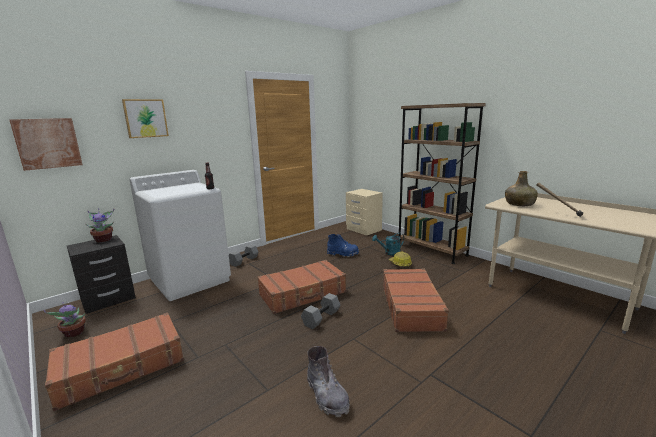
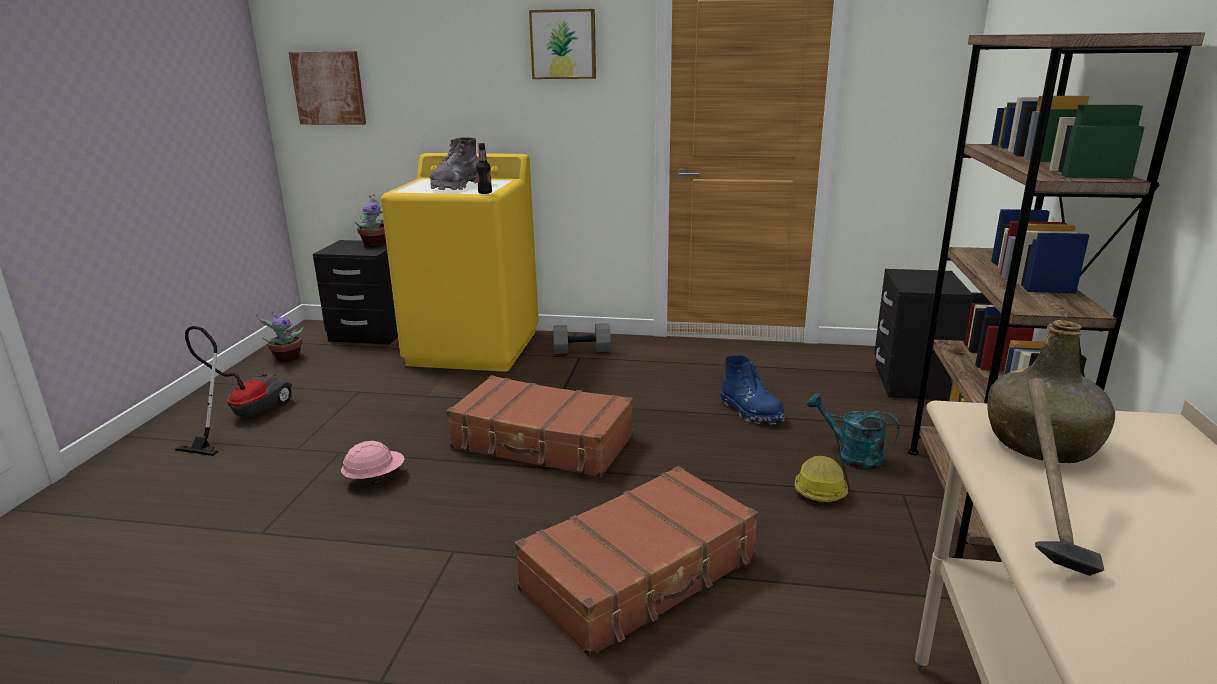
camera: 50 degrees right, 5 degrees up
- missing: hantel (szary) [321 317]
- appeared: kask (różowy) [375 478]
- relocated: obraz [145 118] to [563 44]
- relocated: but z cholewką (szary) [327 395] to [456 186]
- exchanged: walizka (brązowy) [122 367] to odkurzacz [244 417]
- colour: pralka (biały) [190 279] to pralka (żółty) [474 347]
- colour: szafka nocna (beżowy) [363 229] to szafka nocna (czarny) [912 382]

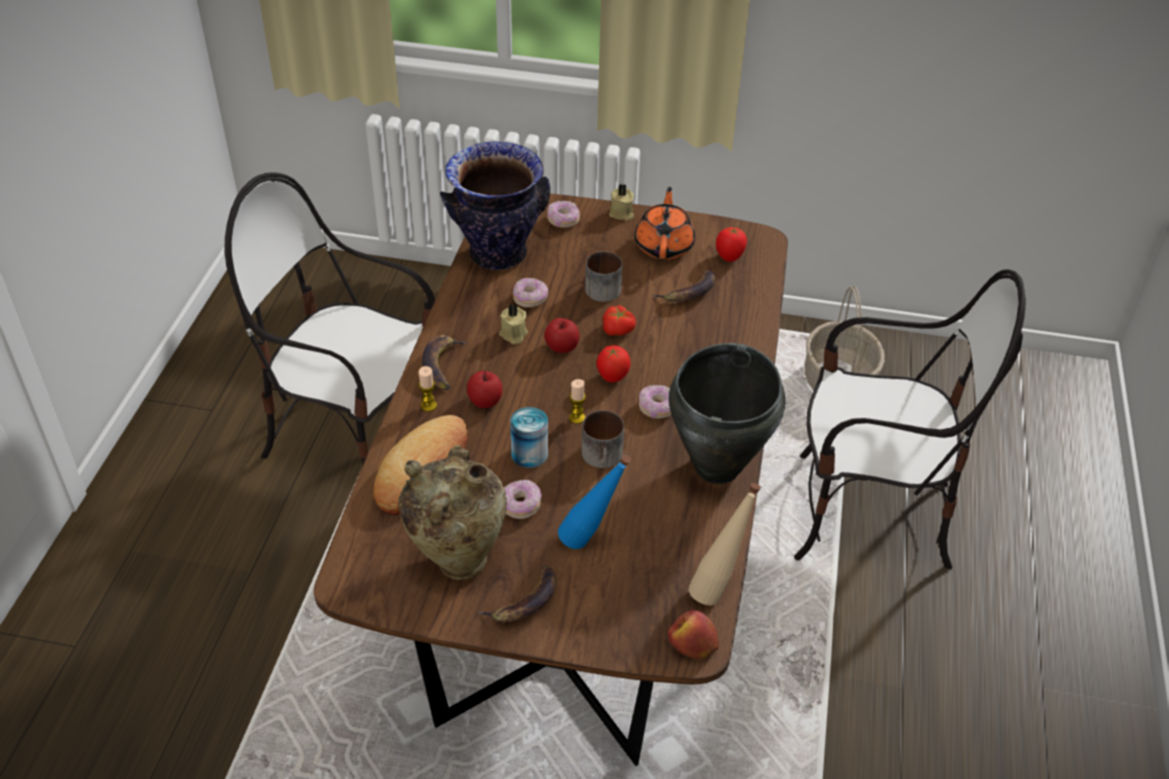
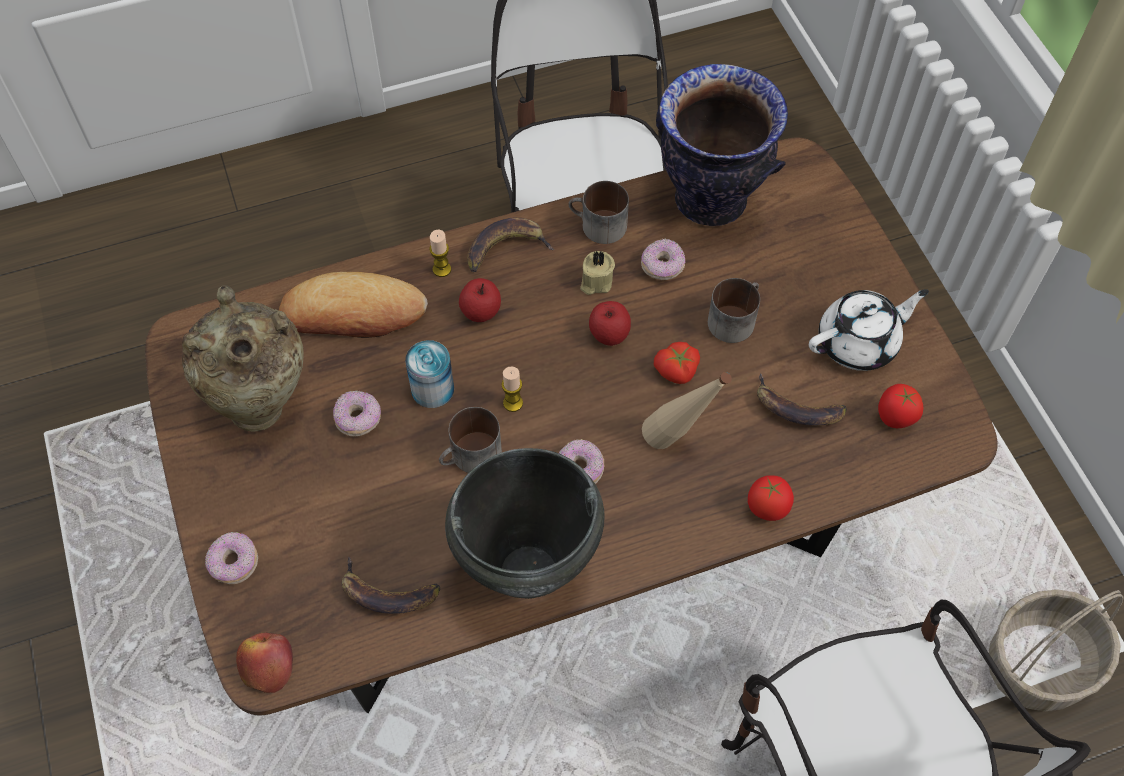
camera: 60 degrees right, 15 degrees up
- missing: butelka (niebieski) [591 541]
- missing: świeca (beżowy) [621 214]
- appeared: kubek [597 226]
- relocated: banan [525 602] to [387 593]
- relocated: donut [563 220] to [234 563]
- relocated: pomidor [612 378] to [767 509]
- relocated: butelka (beżowy) [718 587] to [678 442]
- colour: imbryk (pomarańczowy) [664 245] to imbryk (biały) [859 343]

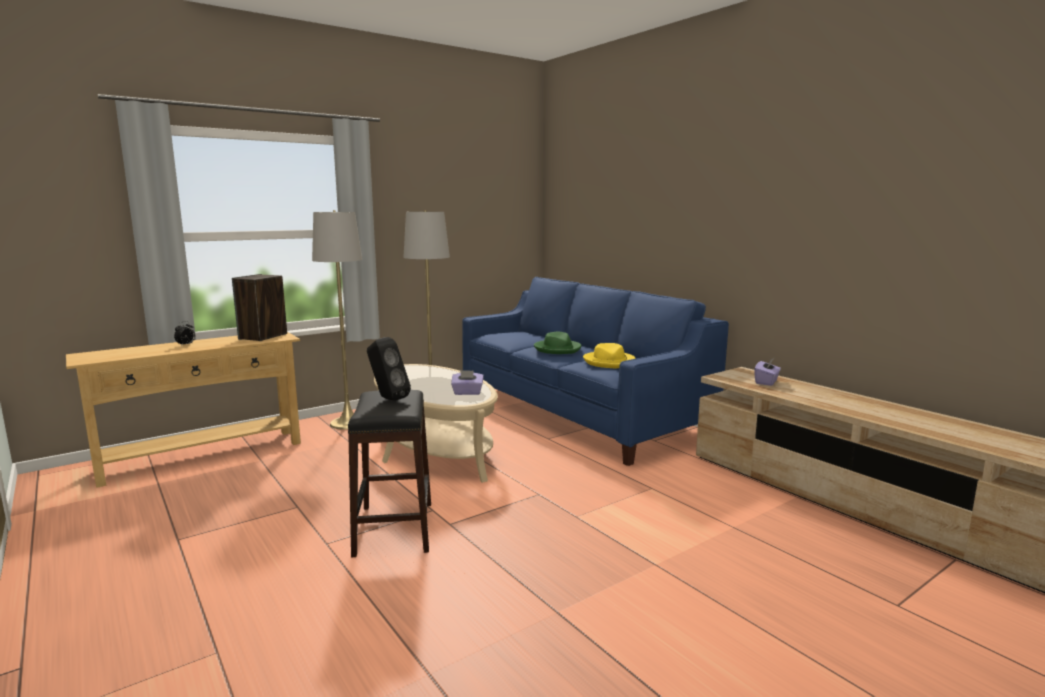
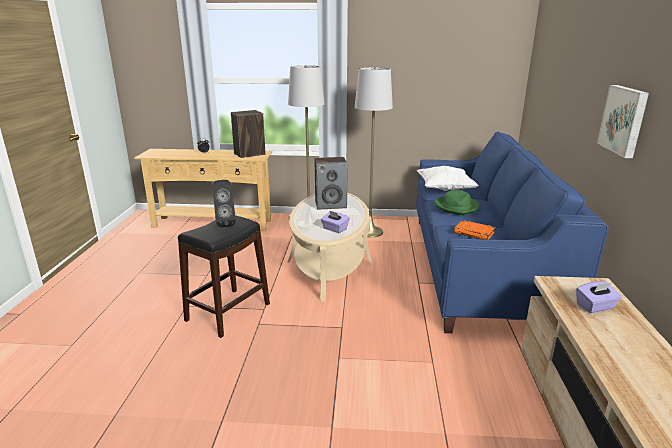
camera: 40 degrees right, 10 degrees up
- appeared: głośnik [331 205]
- appeared: poduszka (biały) [445 189]
- appeared: obraz [624 120]
- exchanged: kapelusz (żółty) [609 362] to książka (pomarańczowy) [474 233]

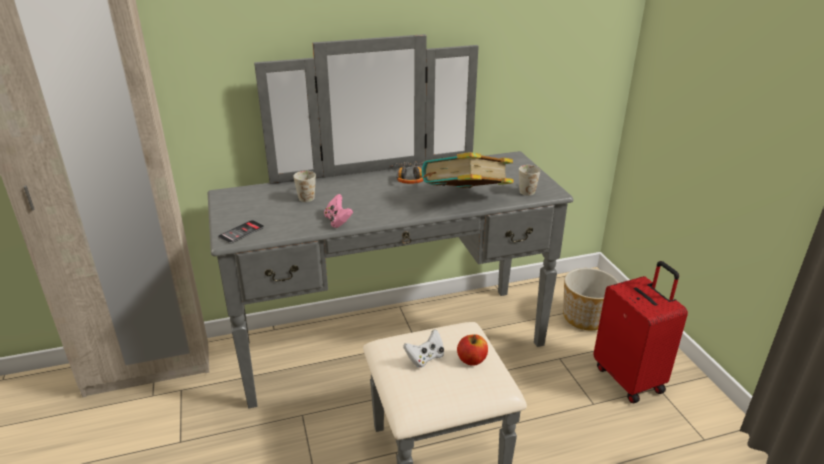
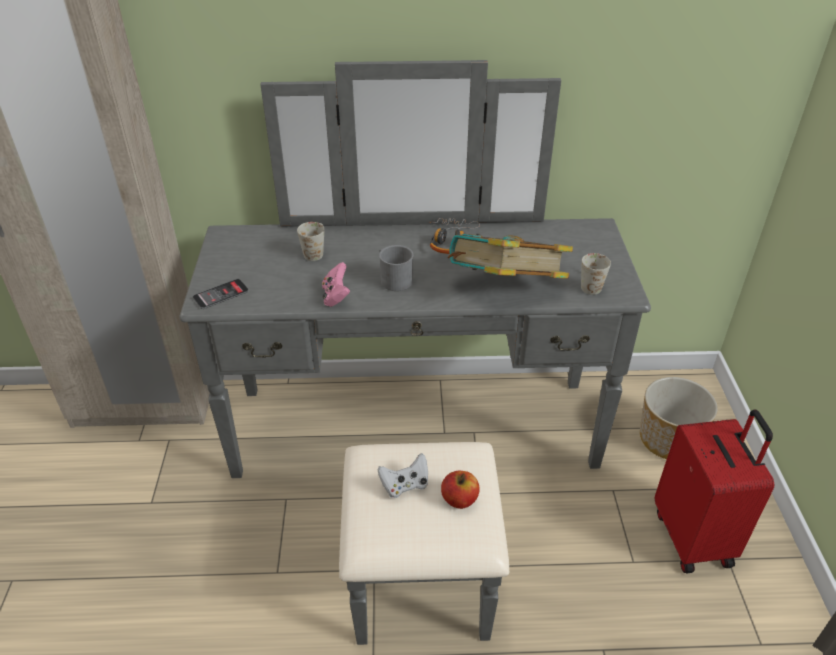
camera: 15 degrees right, 10 degrees up
- appeared: kubek (szary) [393 278]

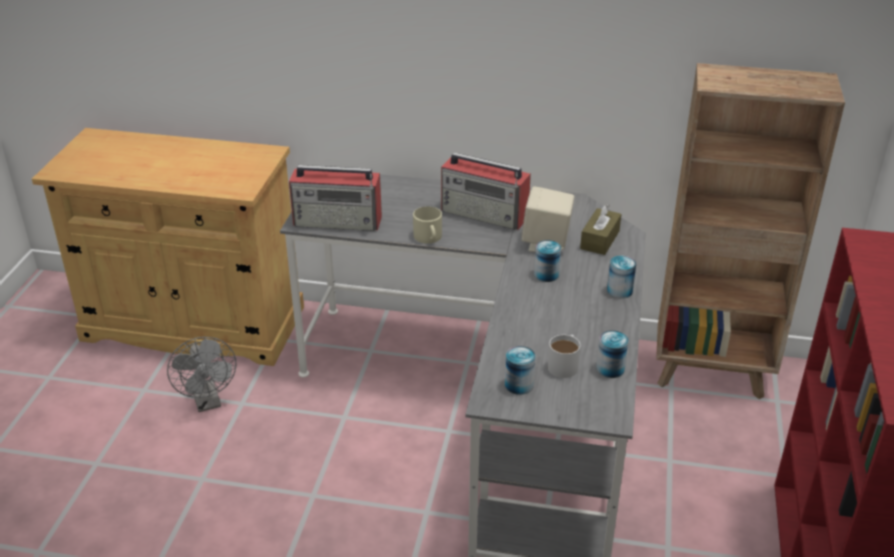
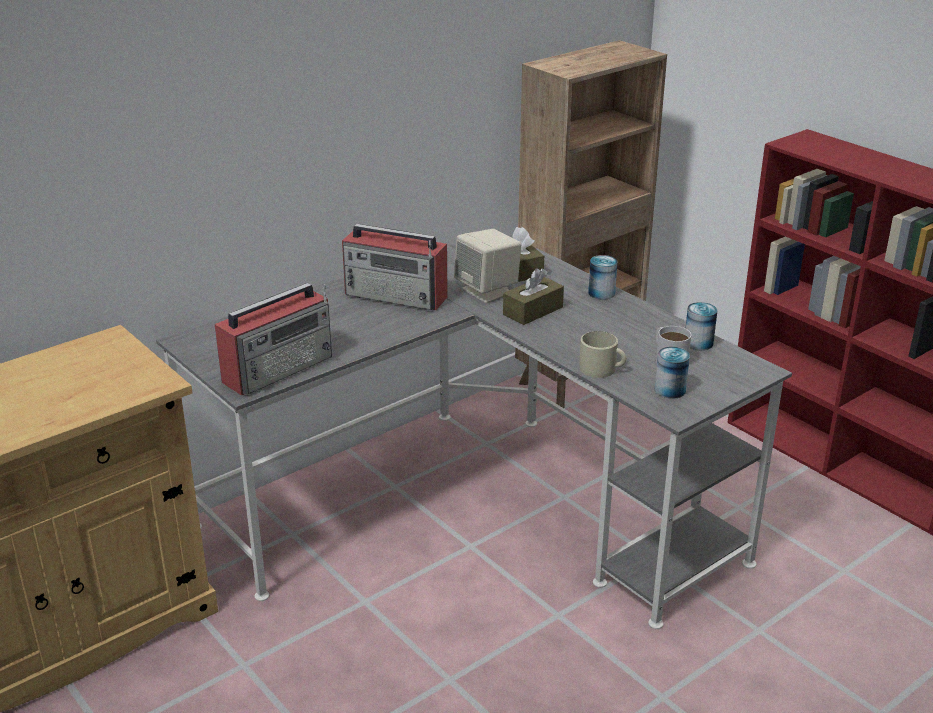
camera: 50 degrees left, 5 degrees down
- missing: wentylator (szary) [208 402]
- relocated: kubek (beżowy) [428 237] to [602 369]
- exchanged: puszka [546 274] to pudełko chusteczek (brązowy) [533 311]
- spun: radio [485 214] = [397 296] 45 degrees clockwise

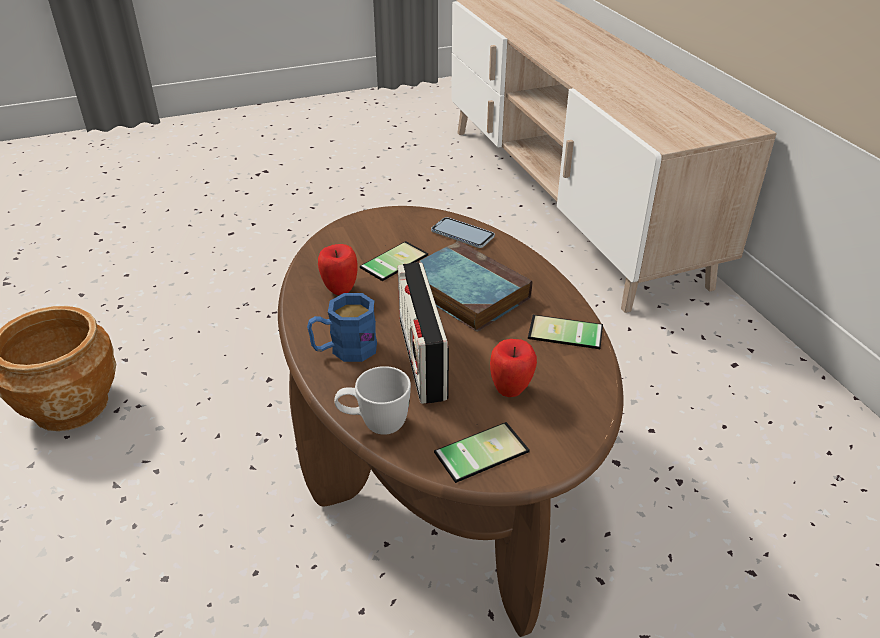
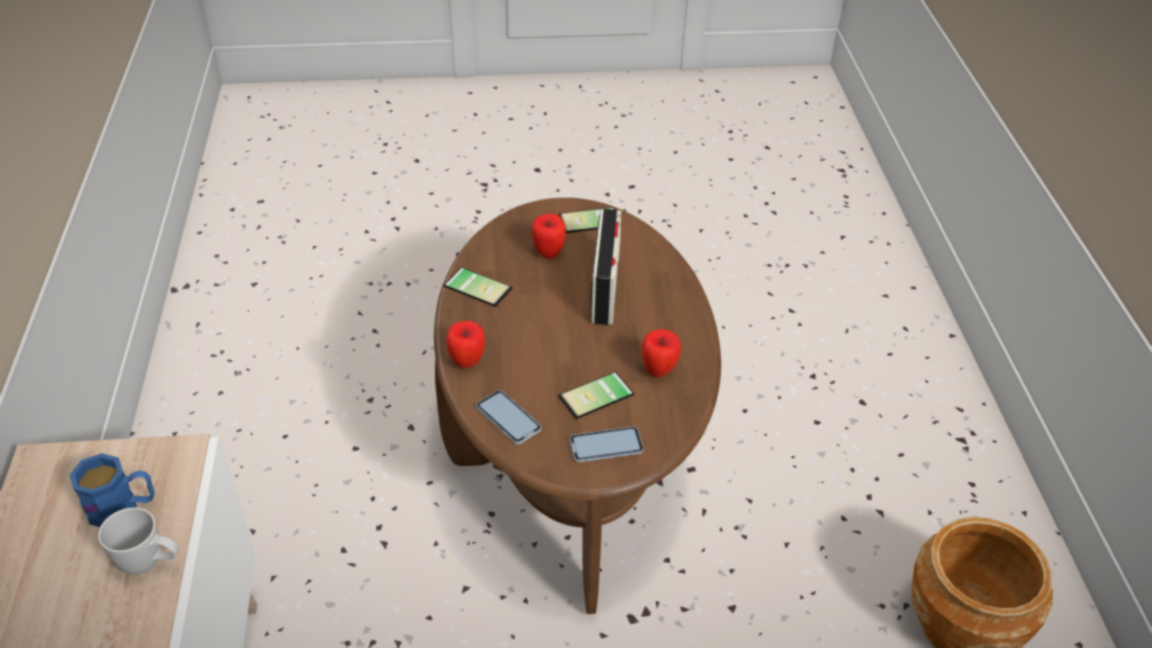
camera: 165 degrees left, 5 degrees up
- missing: książka [464 291]
- appeared: jabłko [467 363]
- appeared: telefon [606 446]
- relocated: kubek (niebieski) [344 350] to [123 507]
- relocated: kubek (biały) [374 424] to [150 563]

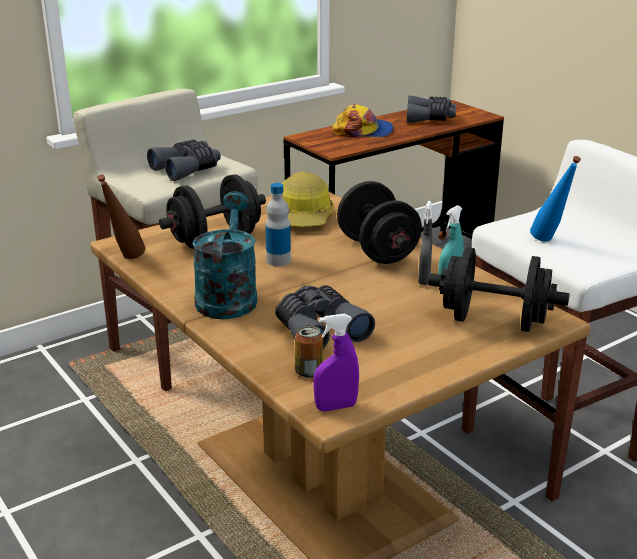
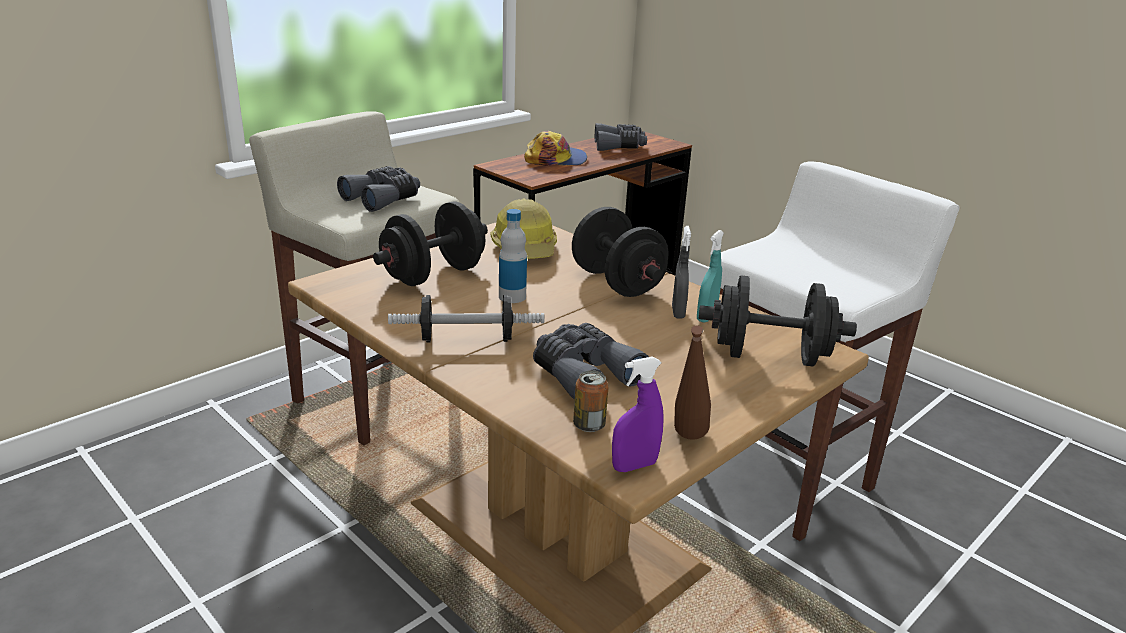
camera: 10 degrees left, 0 degrees up
- missing: butelka (niebieski) [550 242]
- relocated: butelka (brązowy) [125 260] to [687 441]
- exchanged: konewka (turkusowy) [227 296] to hantel [467 339]

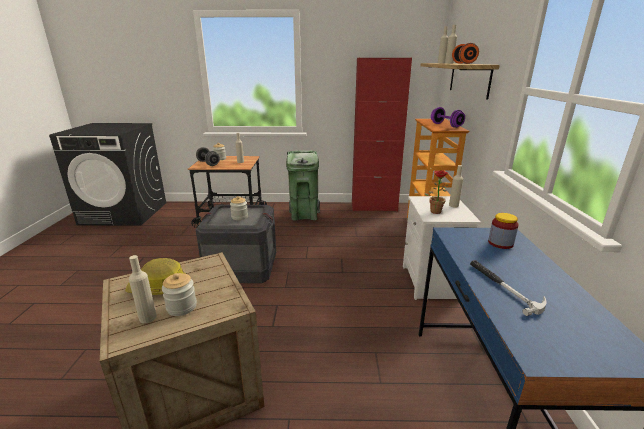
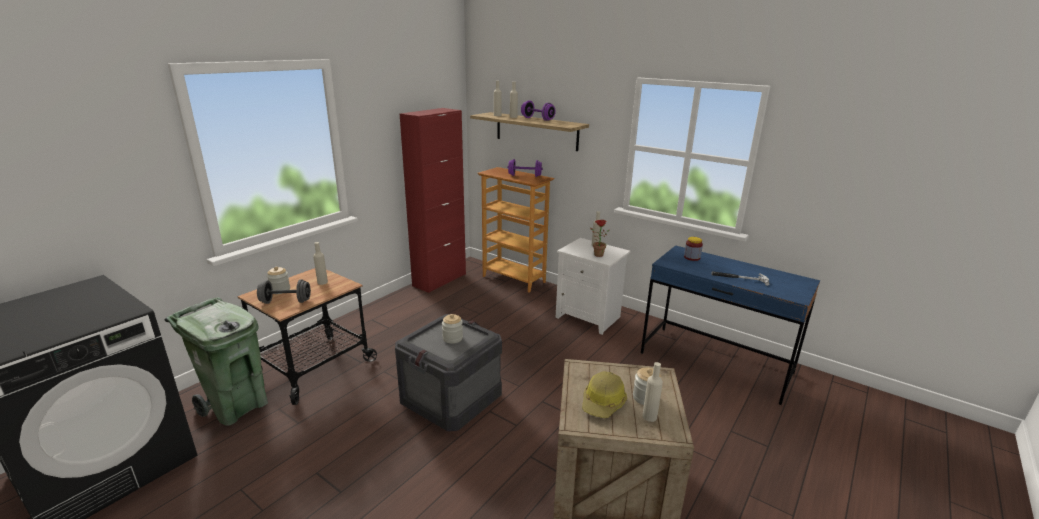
camera: 55 degrees left, 0 degrees up
- relocated: kosz na śmieci (zielony) [304 215] to [237 406]
- colour: hantel (pomarańczowy) [463 63] to hantel (fioletowy) [537 119]

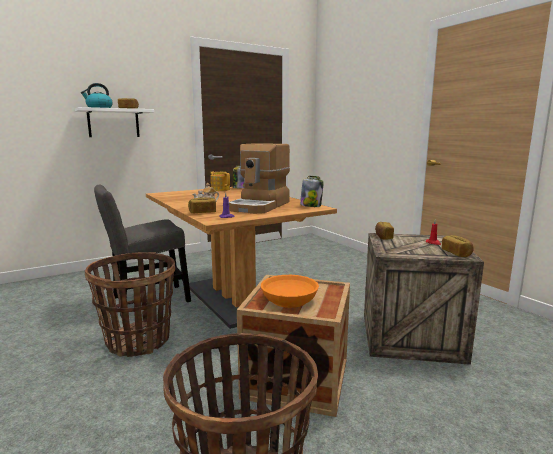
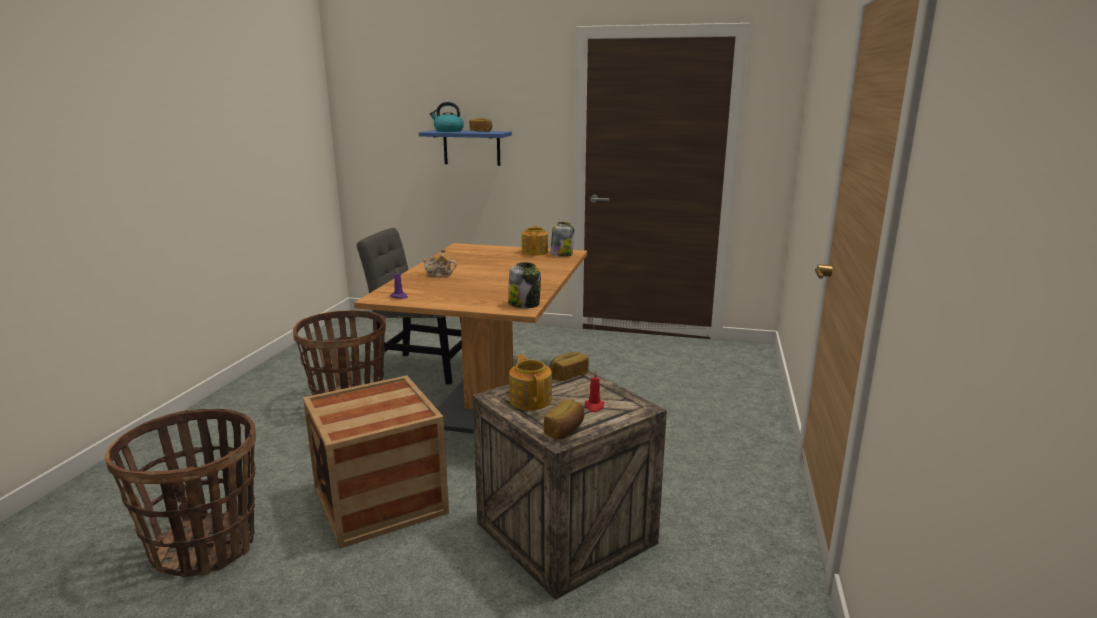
camera: 45 degrees right, 5 degrees up
- missing: chleb [203 212]
- missing: ekspres do kawy [260 206]
- missing: miska (pomarańczowy) [289 299]
- appeared: imbryk [530 400]
- colour: półka (biały) [113 123] to półka (niebieski) [471 148]

